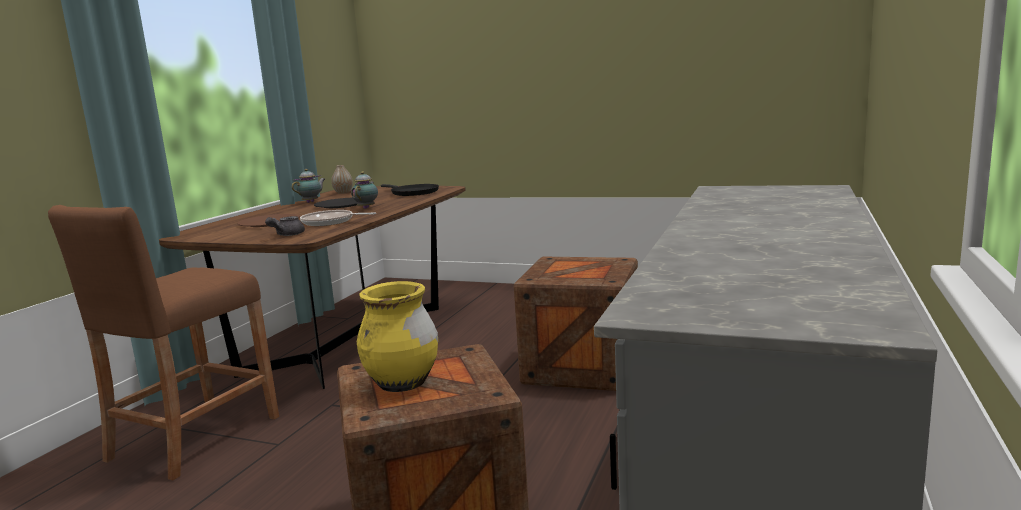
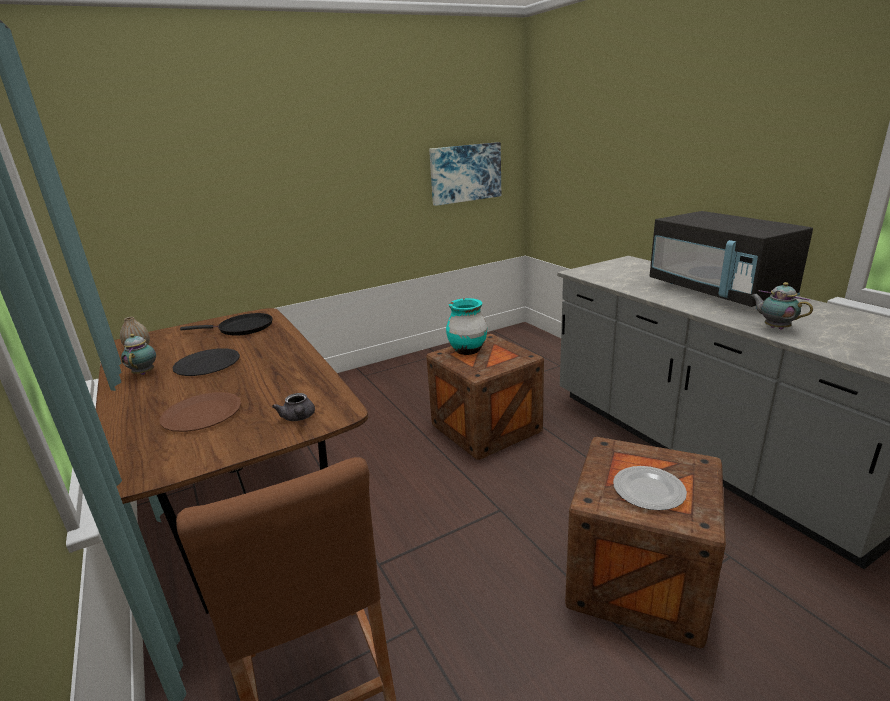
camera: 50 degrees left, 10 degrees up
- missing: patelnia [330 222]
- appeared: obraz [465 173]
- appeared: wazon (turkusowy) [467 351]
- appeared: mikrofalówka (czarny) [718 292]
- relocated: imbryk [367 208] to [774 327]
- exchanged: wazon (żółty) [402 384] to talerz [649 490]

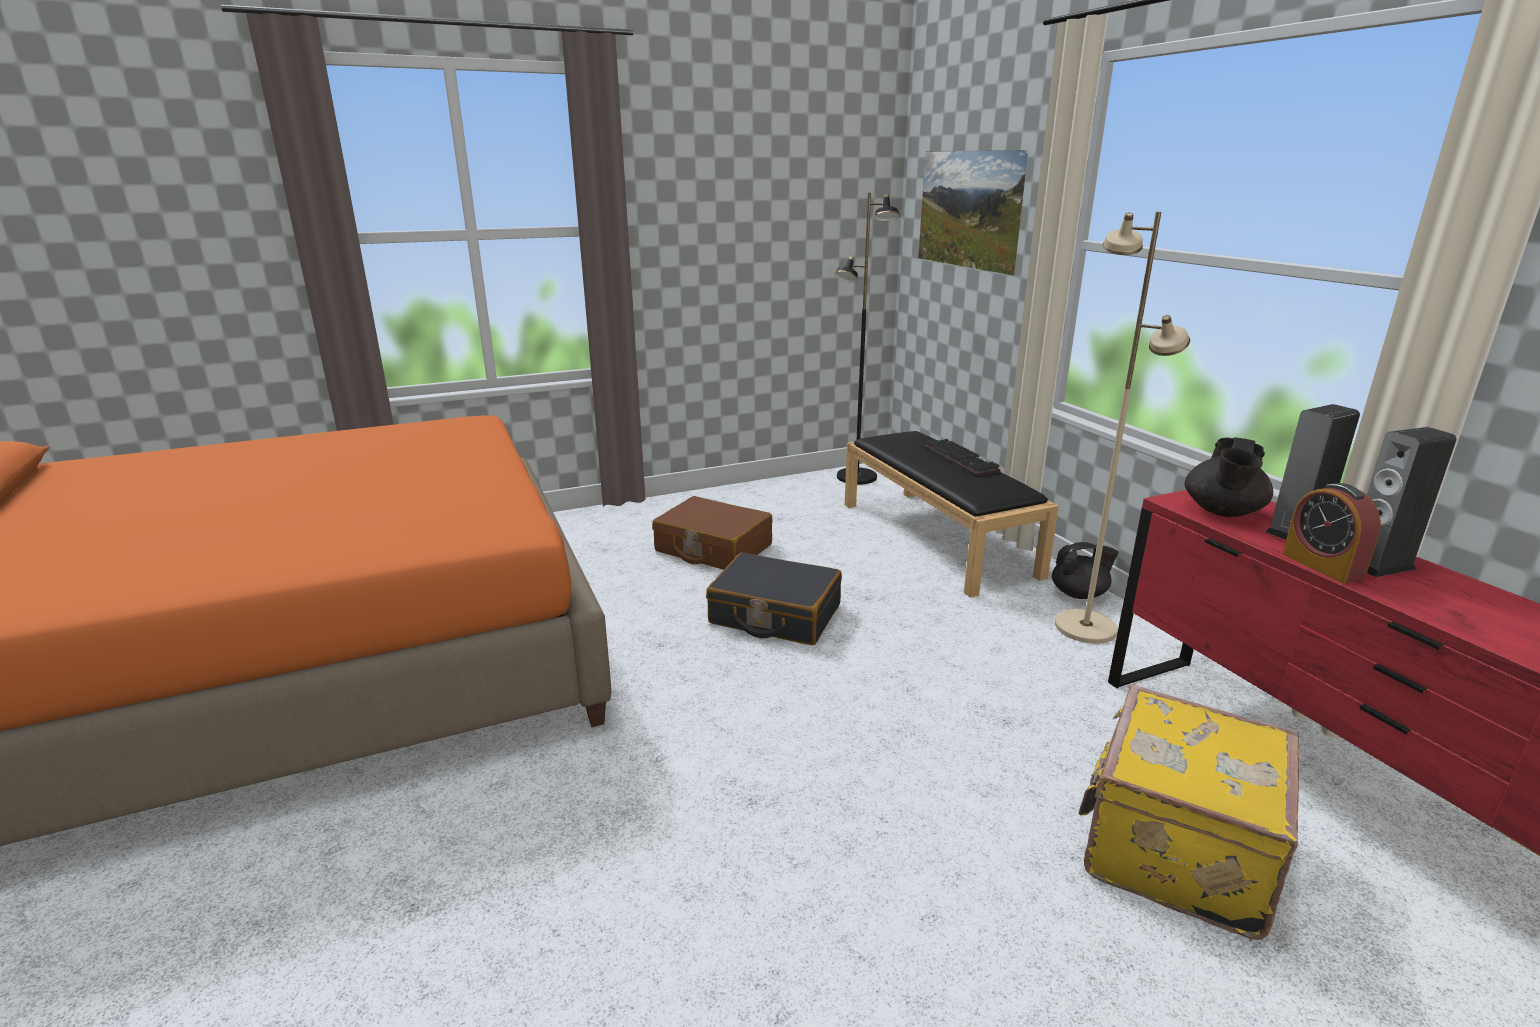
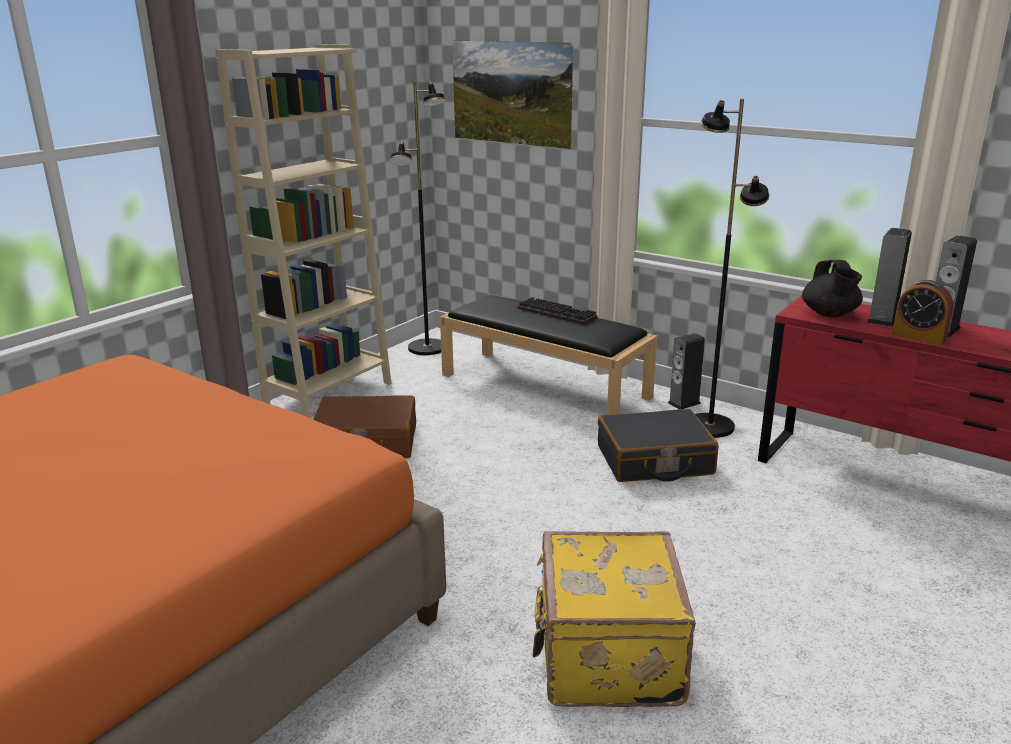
camera: 30 degrees left, 0 degrees up
- appeared: regał (beżowy) [328 394]
- relocated: walizka (czarny) [774 615] to [654 461]
- relocated: walizka (żółty) [1173 849] to [606 656]
- exchanged: imbryk (czarny) [1079 594] to głośnik [684 403]
- colour: lampa stojąca (beżowy) [1085 627] to lampa stojąca (czarny) [709 426]

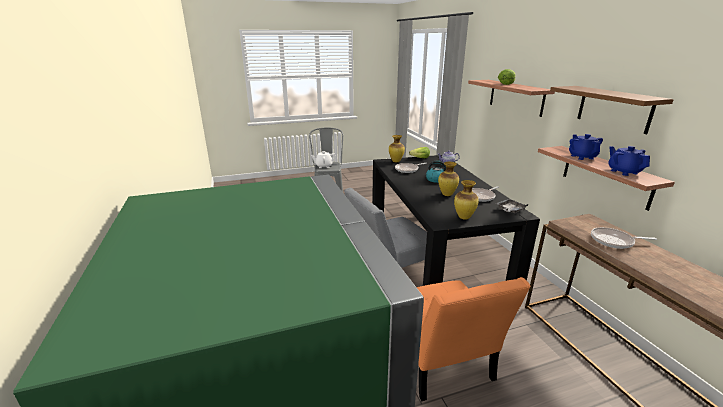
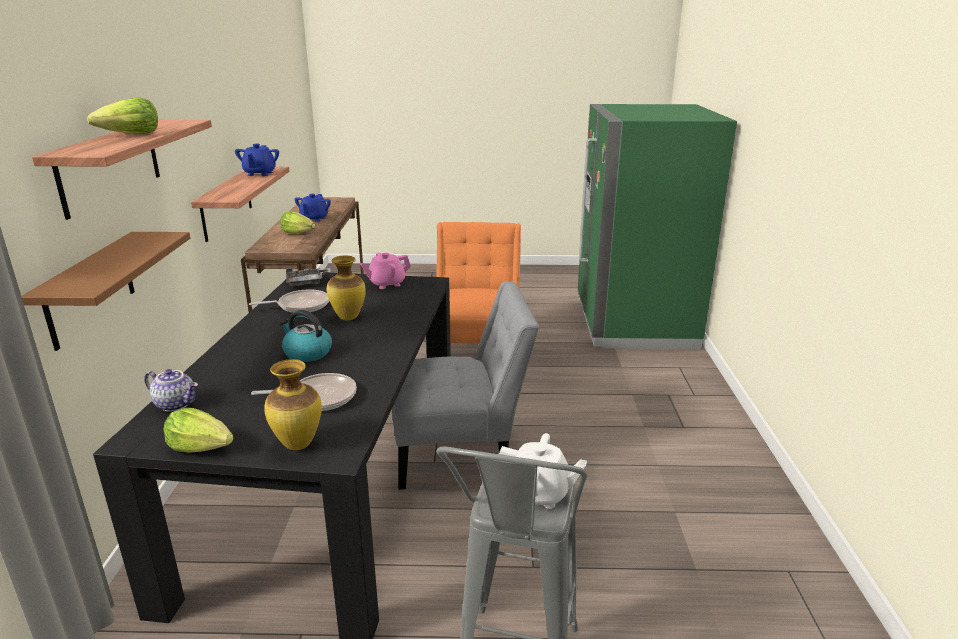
camera: 160 degrees left, 0 degrees up
- relocated: półka (brązowy) [614 109] to [90 289]
- relocated: imbryk (niebieski) [582 157] to [314 219]
- exchanged: wazon [464 218] to imbryk (różowy) [386 284]
- exchanged: patelnia [614 241] to sałata [298 233]

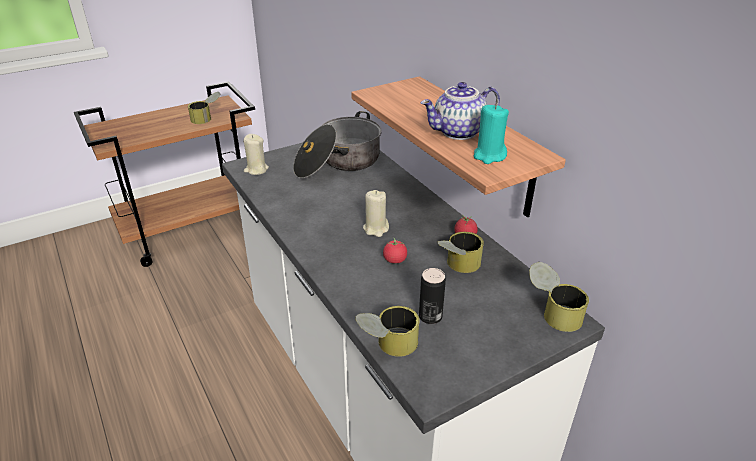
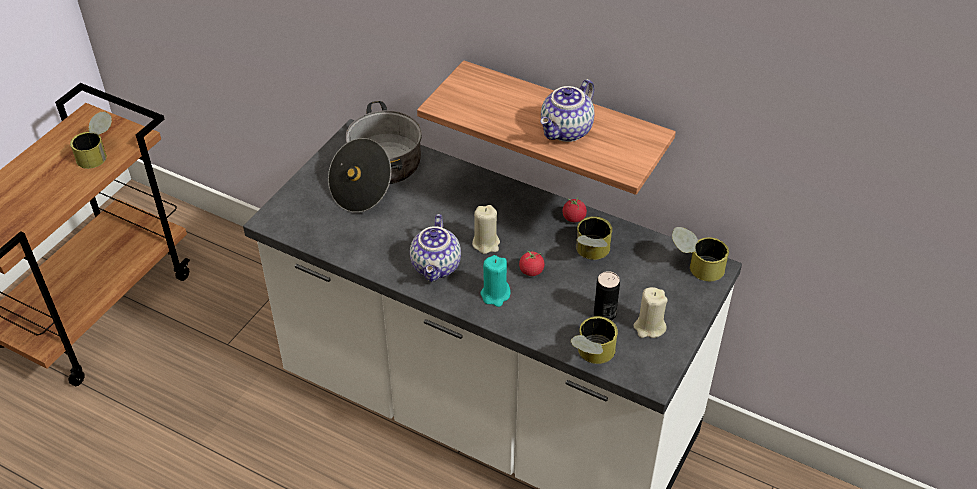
camera: 30 degrees left, 10 degrees up
- appeared: imbryk [437 267]
- relocated: świeca (beżowy) [256 169] to [649 327]
- relocated: świeca (turkusowy) [489 156] to [495 295]

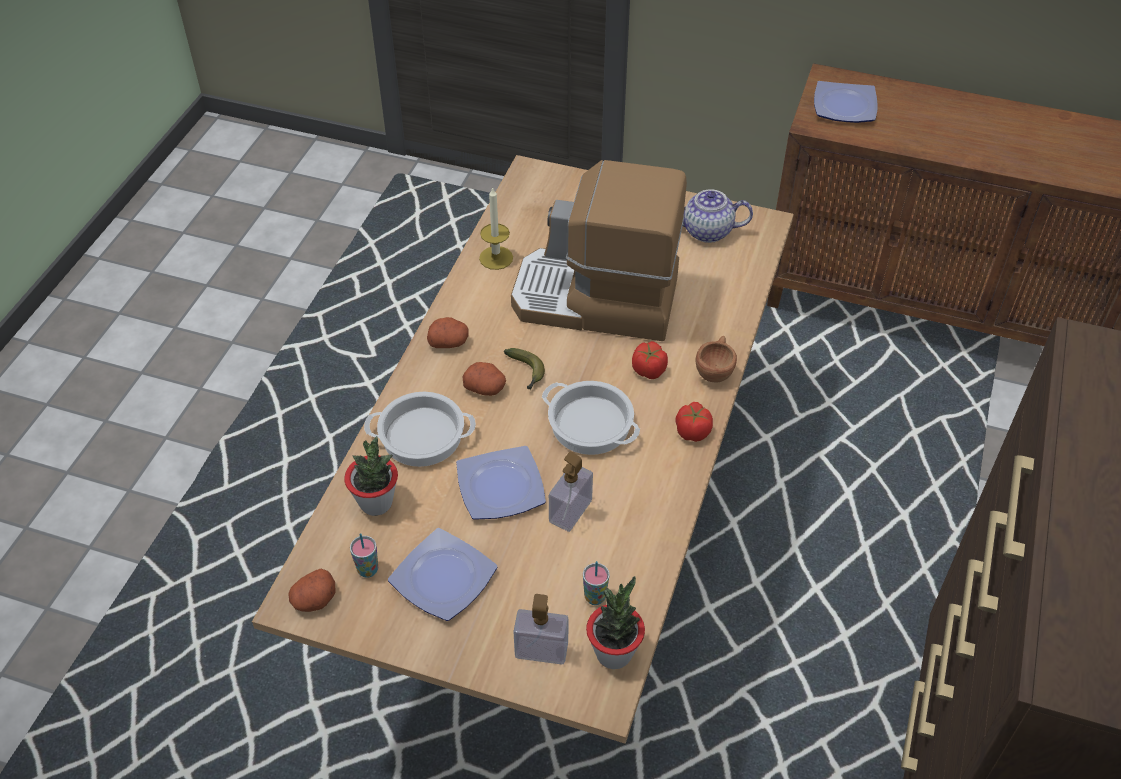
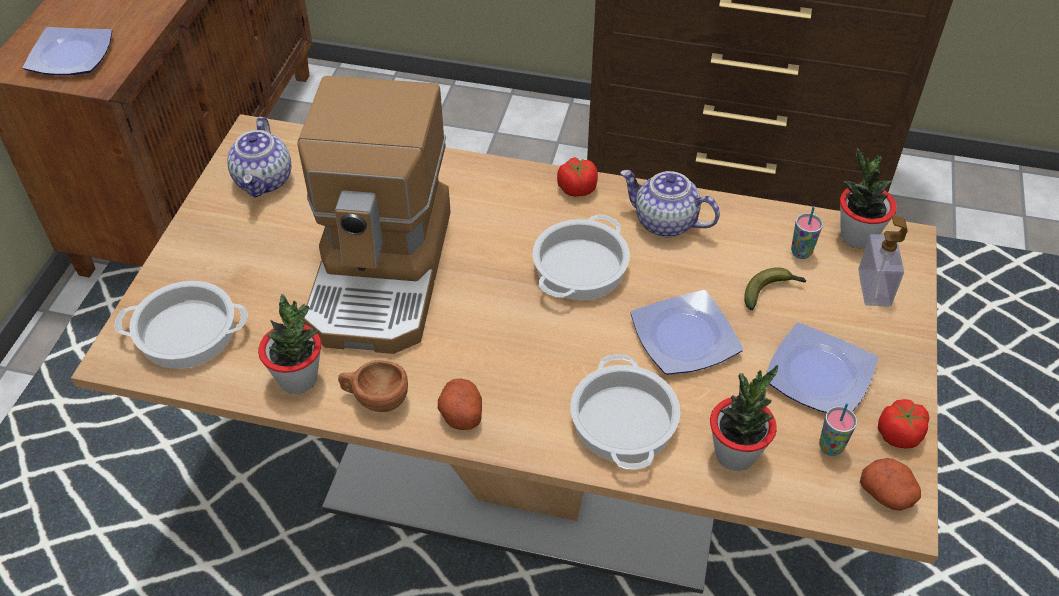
camera: 95 degrees left, 0 degrees up
- missing: ziemniak [485 388]
- missing: dozownik mydła [570 511]
- appeared: garnek [188 331]
- appeared: imbryk [664 222]
- relocated: banan [526 372] to [771 292]
- relocated: pomidor [649 370] to [899 434]
- relocated: filiżanka (brązowy) [715 370] to [375 399]
- exchanged: świeca [496 258] to roślina doniczkowa [298 379]

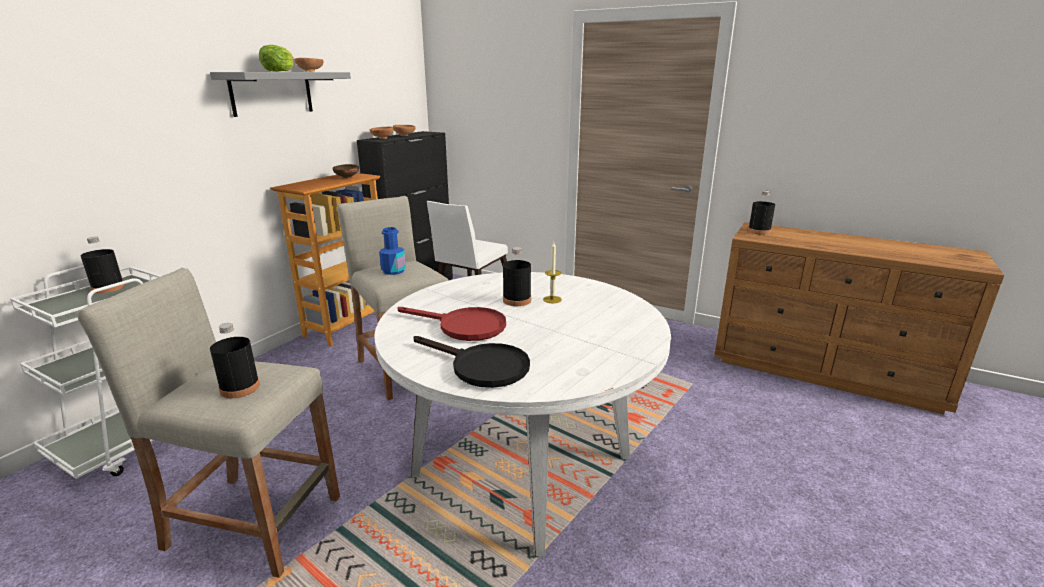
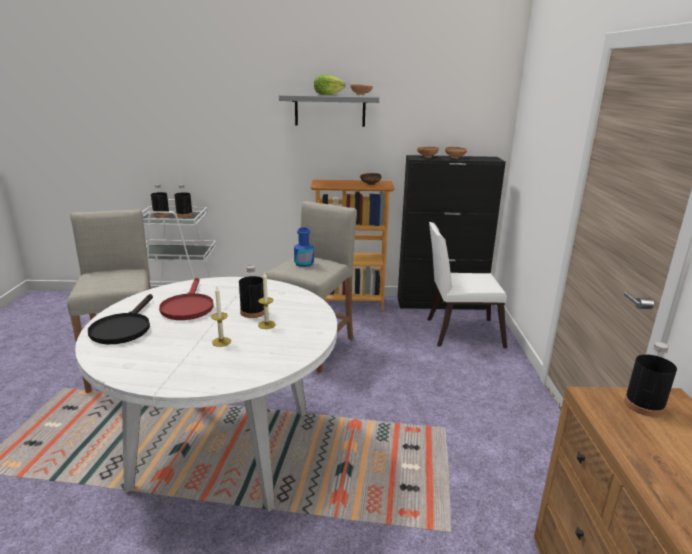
camera: 60 degrees right, 0 degrees up
- appeared: świeca [221 342]
- relocated: butelka (czarny) [240 388] to [161 214]

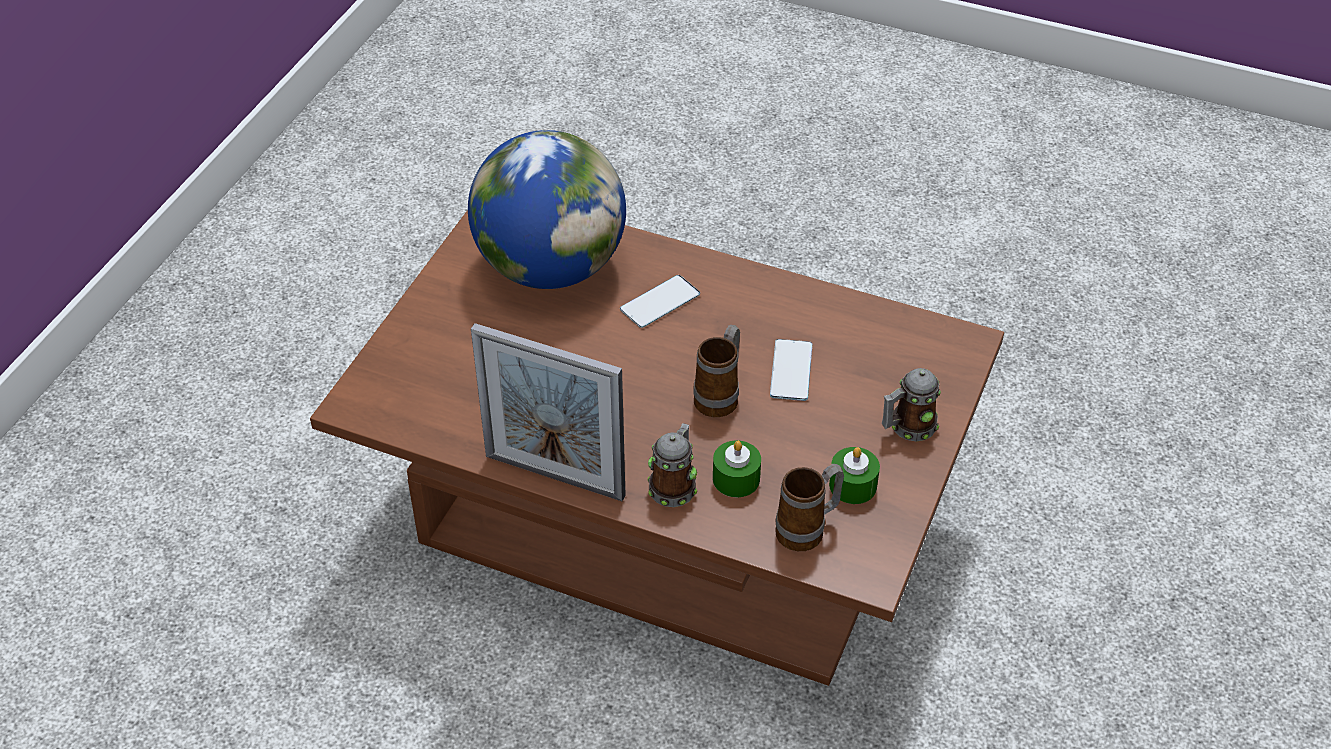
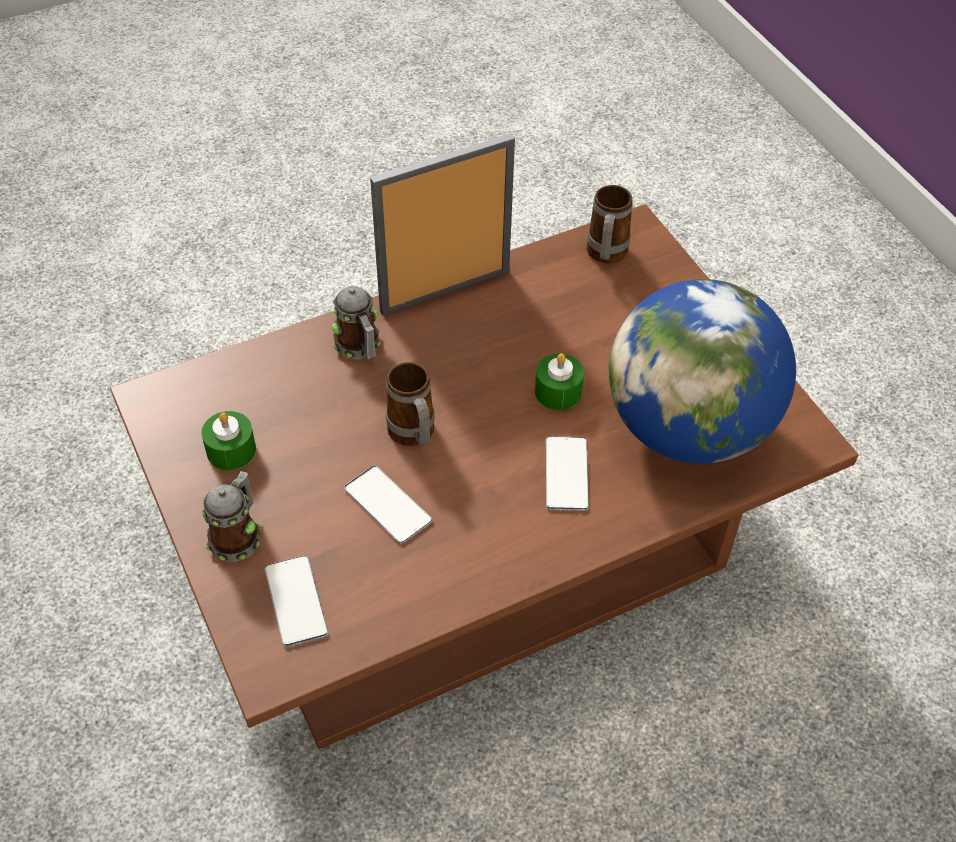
camera: 130 degrees right, 5 degrees up
- appeared: telefon [296 601]
- relocated: świeca (zielony) [736 479] to [558 391]
- relocated: kubek [808 530] to [605 256]

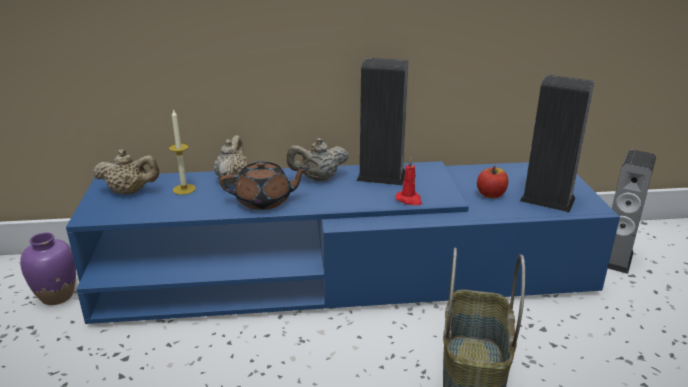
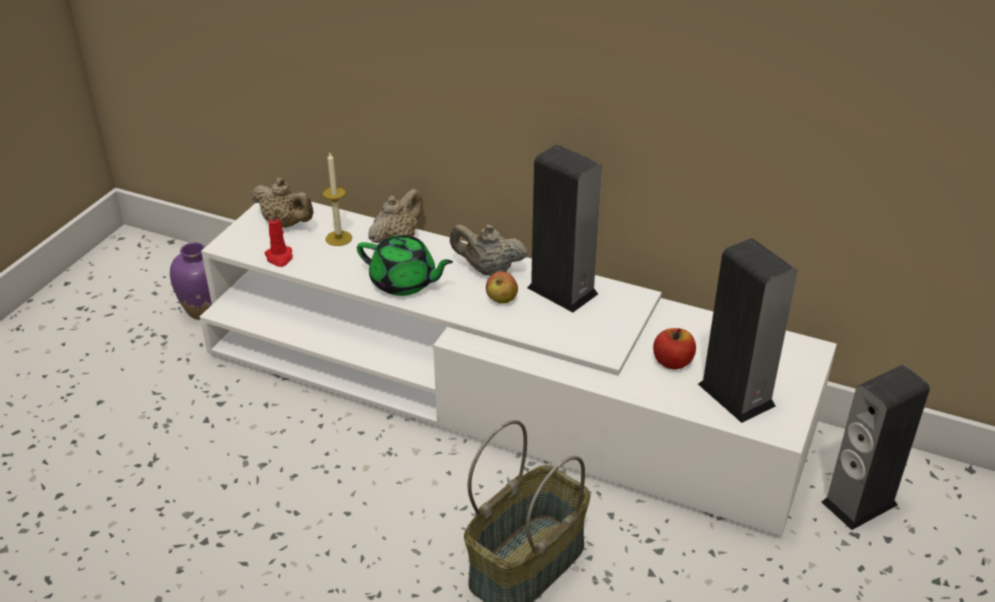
camera: 30 degrees right, 10 degrees up
- appeared: jabłko [501 299]
- relocated: świeca (czerwony) [409 200] to [279 257]
- colour: szafka pod telewizor (niebieski) [344 273] to szafka pod telewizor (biały) [497 391]
- colour: imbryk (brązowy) [265 201] to imbryk (zielony) [404 282]

